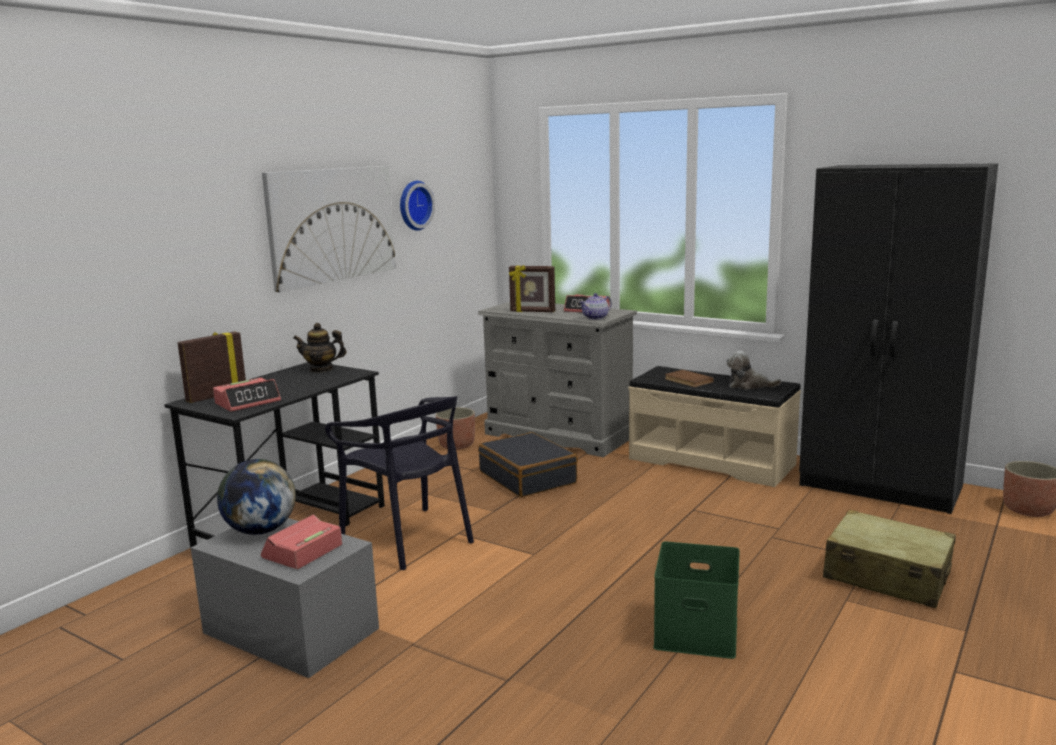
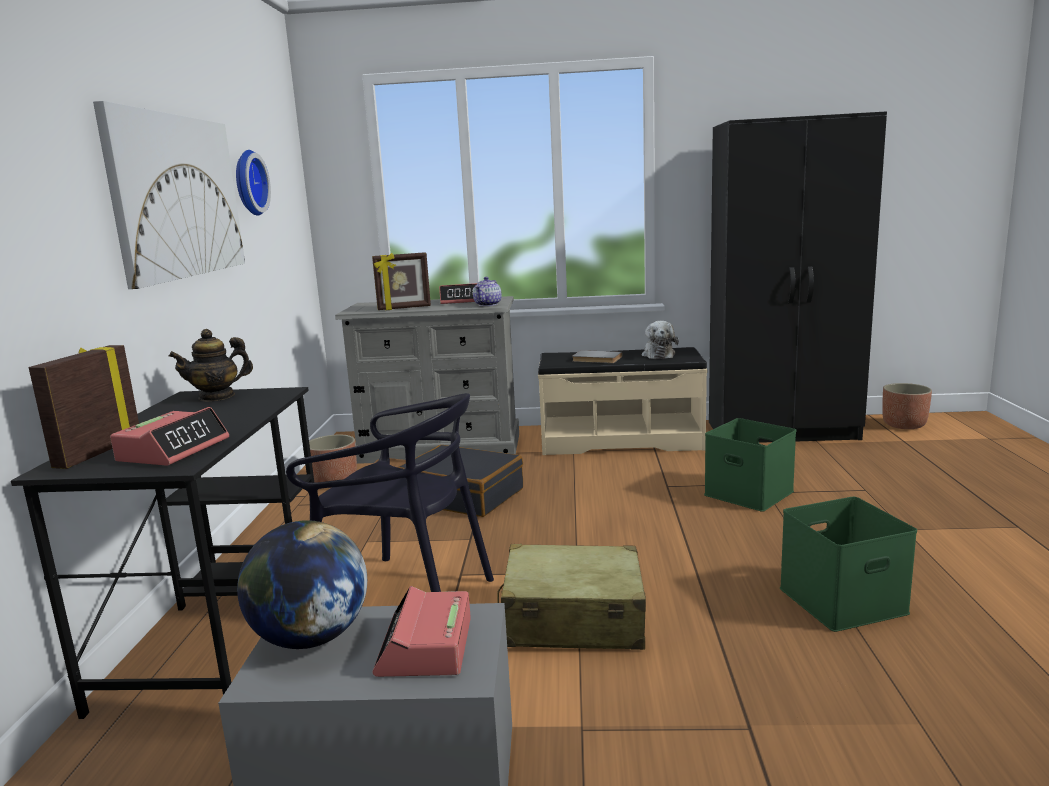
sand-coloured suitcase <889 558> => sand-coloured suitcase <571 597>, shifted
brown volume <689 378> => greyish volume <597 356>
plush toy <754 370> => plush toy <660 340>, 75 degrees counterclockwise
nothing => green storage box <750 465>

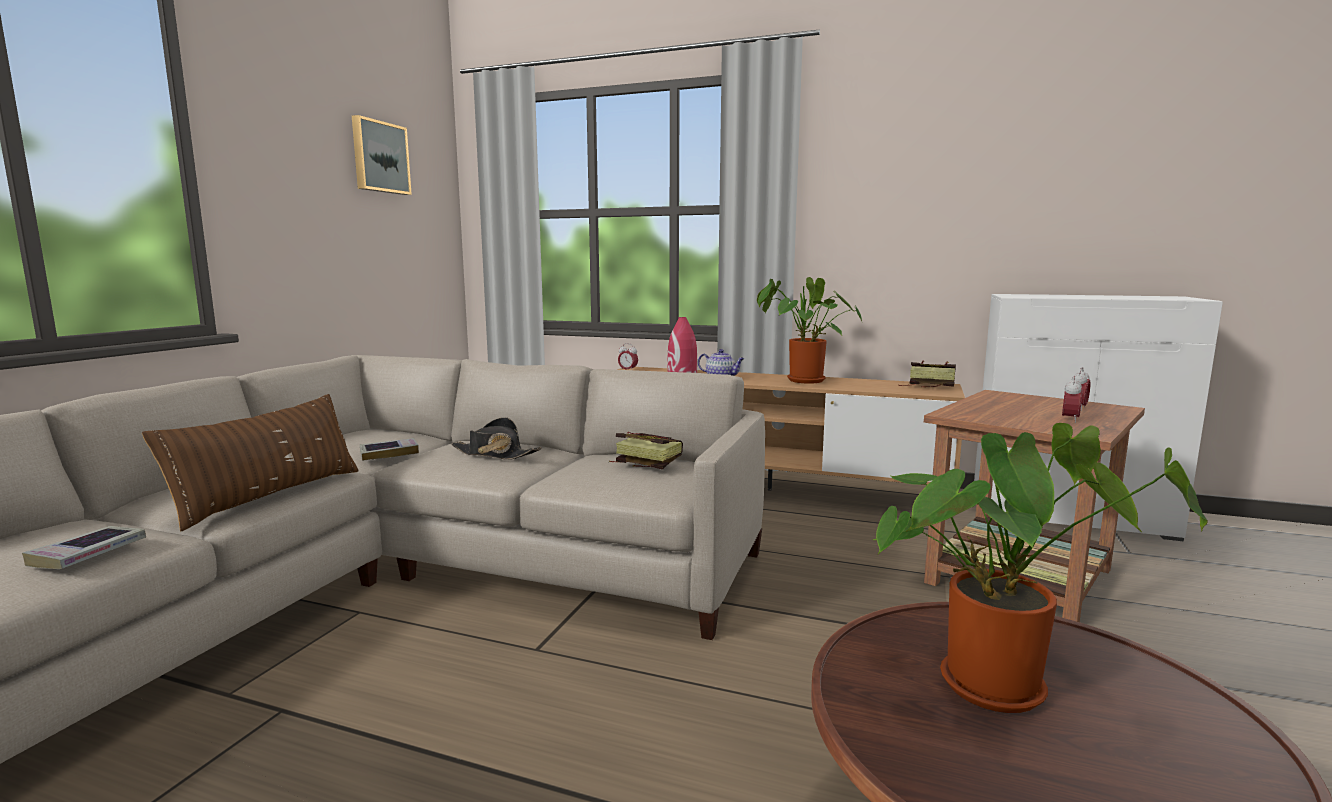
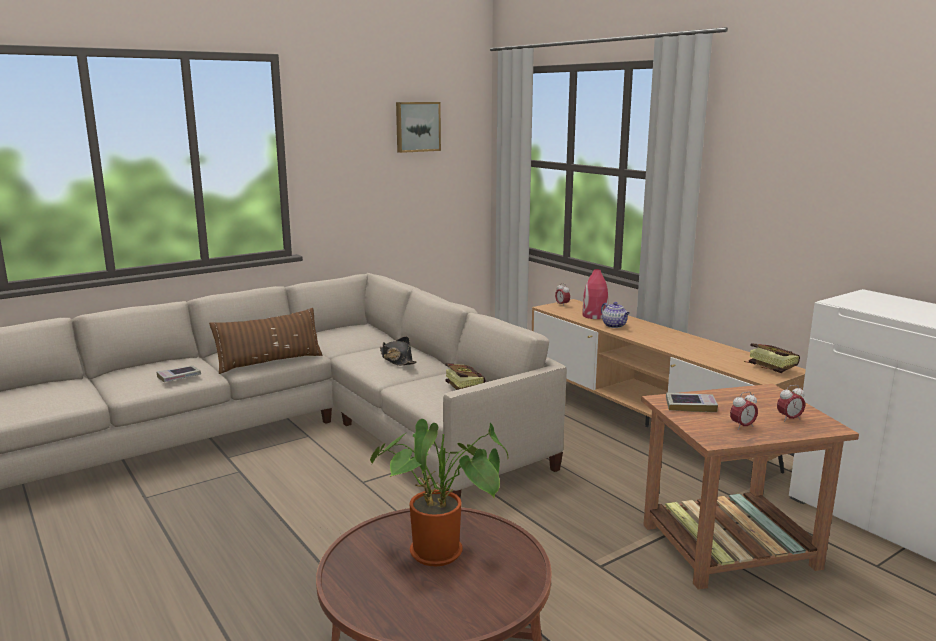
volume <389 449> => volume <692 402>, shifted
plant in a pot <809 330> => nothing

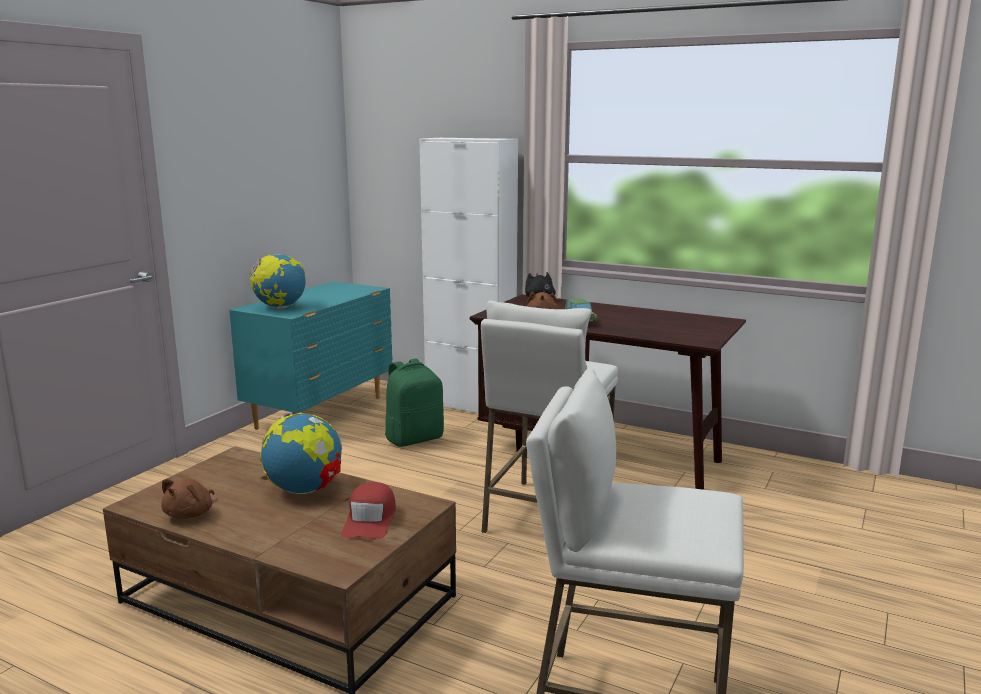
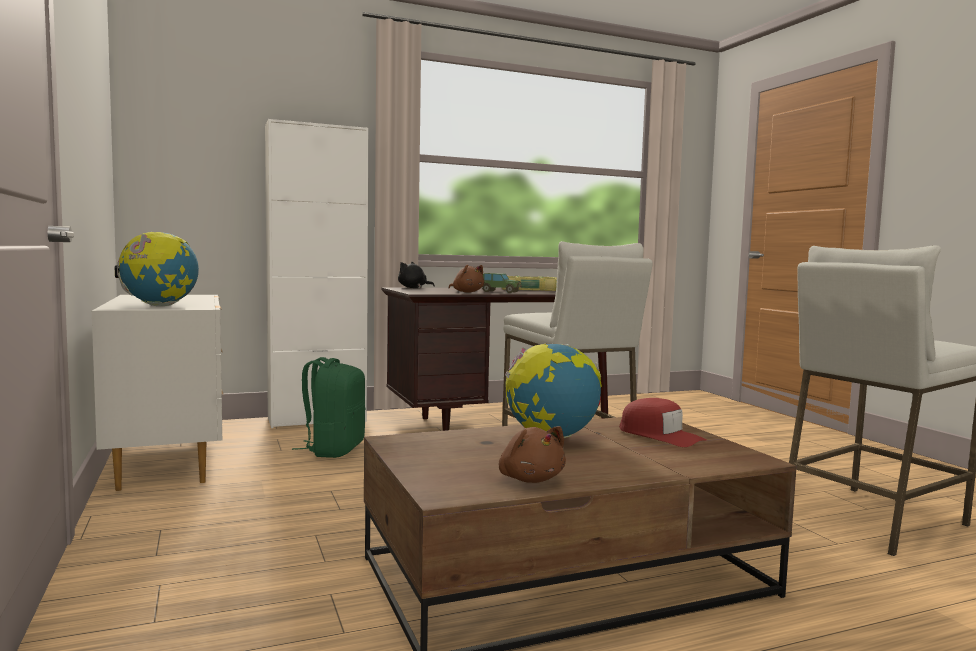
blue-green dresser <310 355> => whitish dresser <157 393>
nothing => volume <529 283>

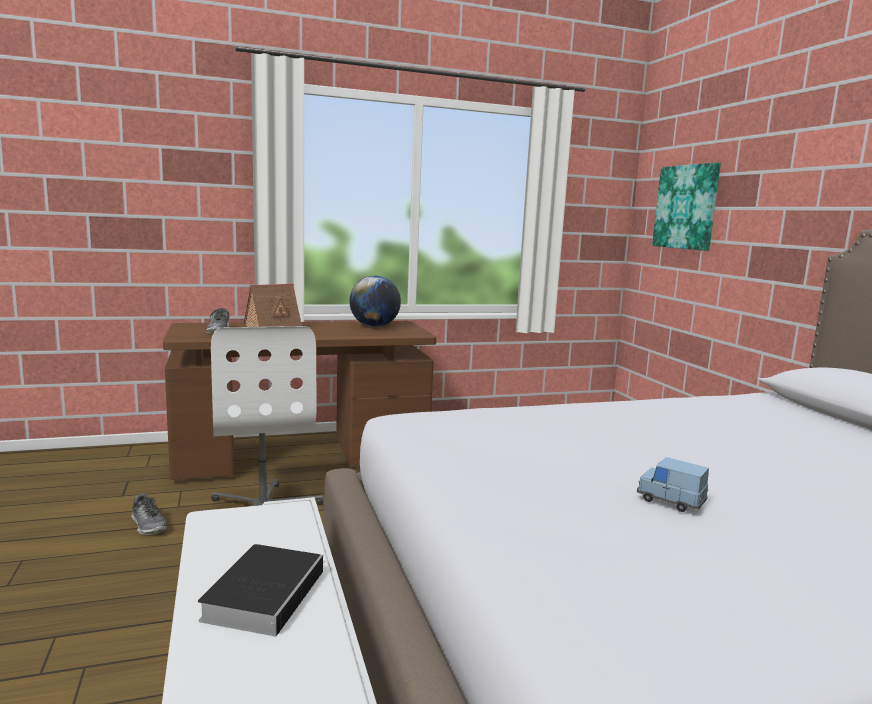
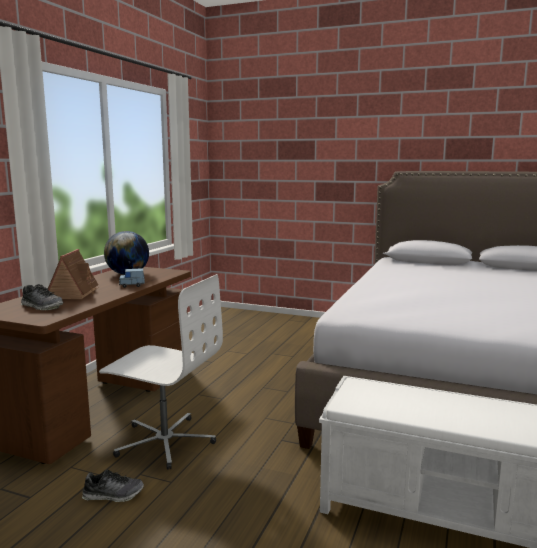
blue model car <673 484> => blue model car <132 278>, shifted
volume <261 590> => nothing
wall picture <686 206> => nothing

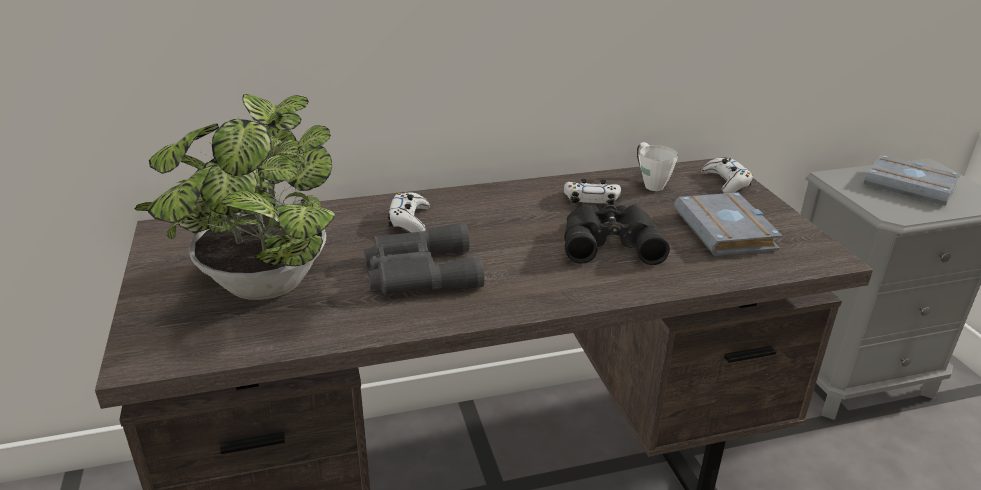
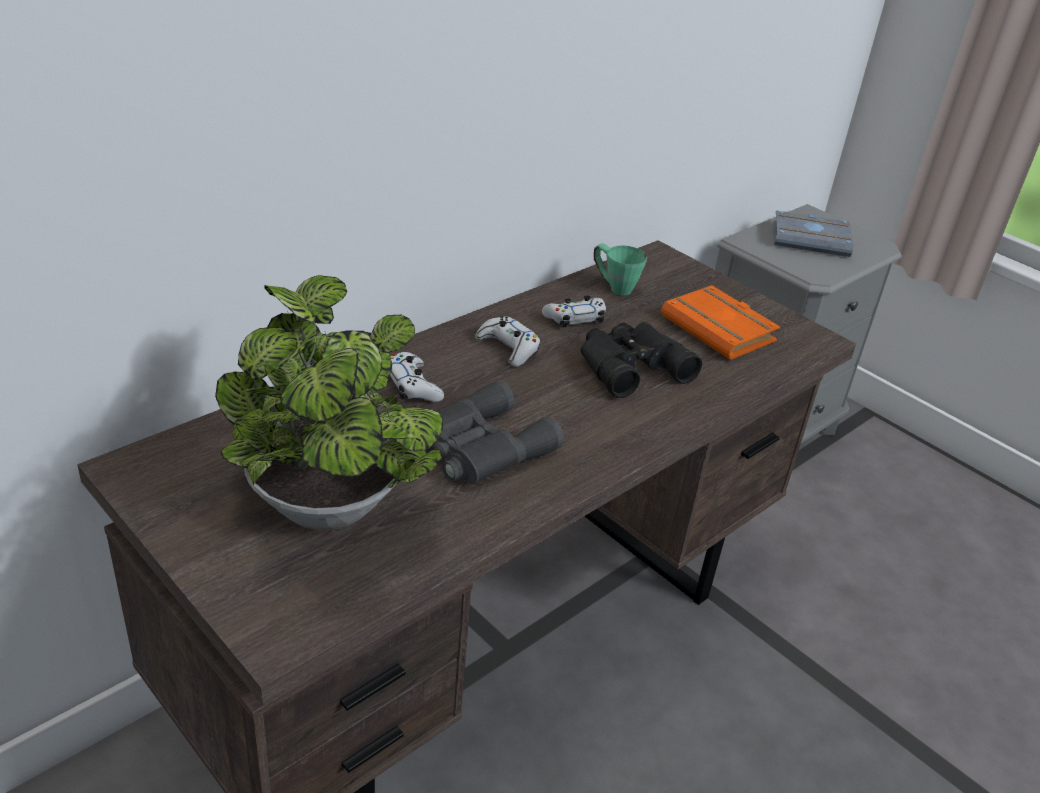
whitish joypad <727 175> => whitish joypad <507 341>, shifted
whitish mug <657 166> => green mug <620 269>
greyish volume <728 224> => orange volume <720 322>

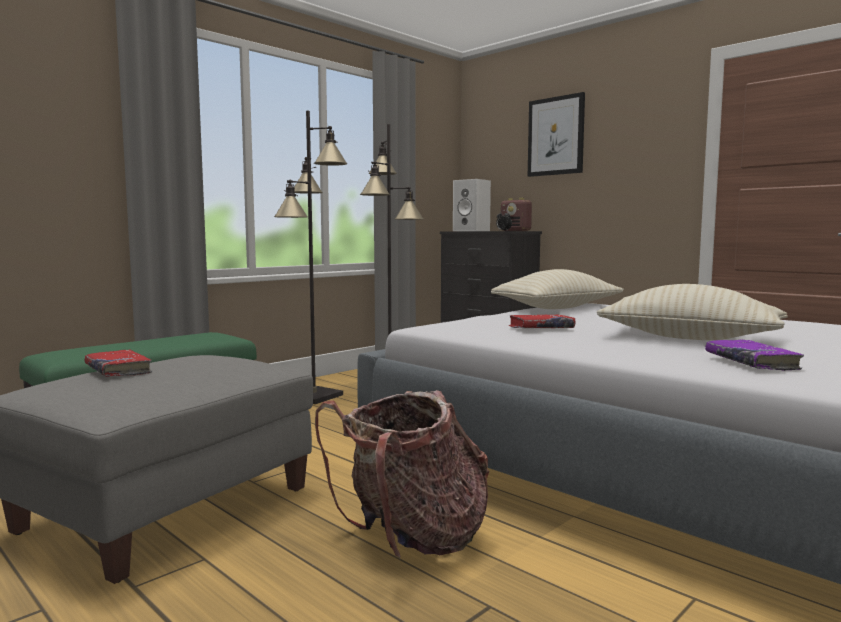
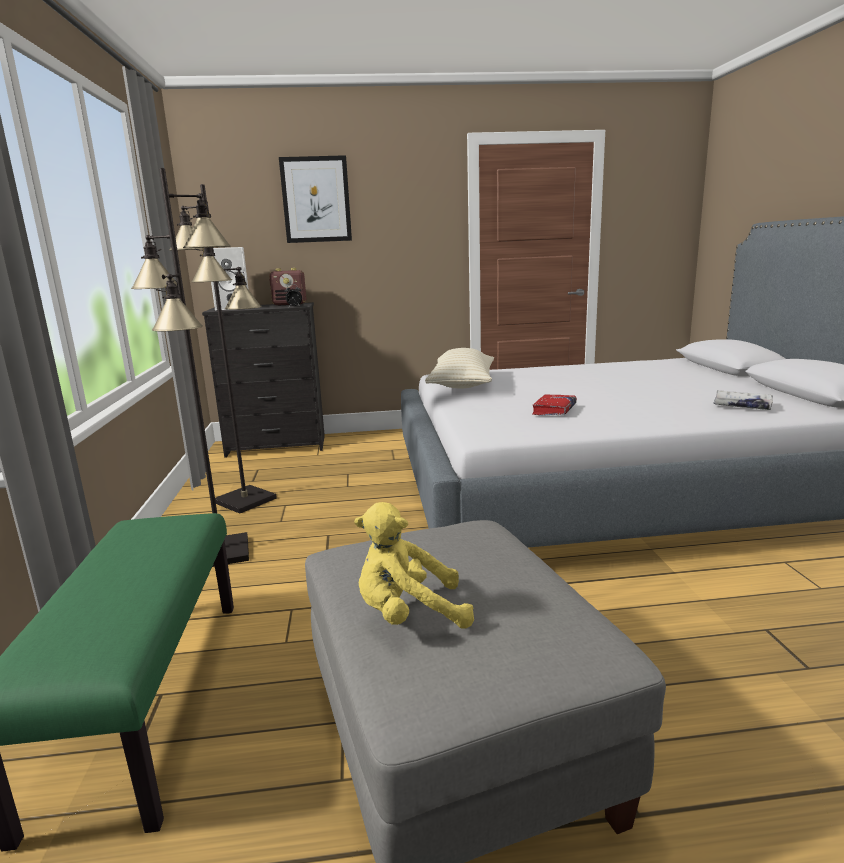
red volume <118 363> => yellow plush toy <414 565>
purplish volume <754 355> => whitish volume <743 400>
backpack <402 474> => nothing
sand-coloured cushion <692 312> => nothing

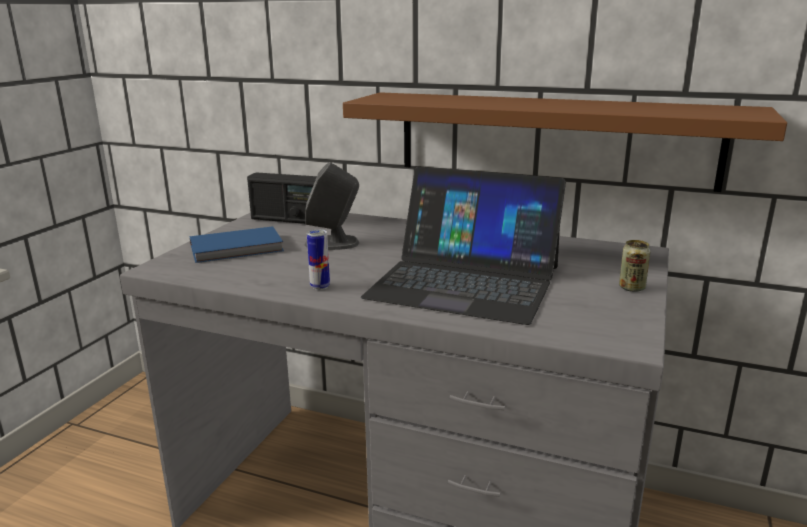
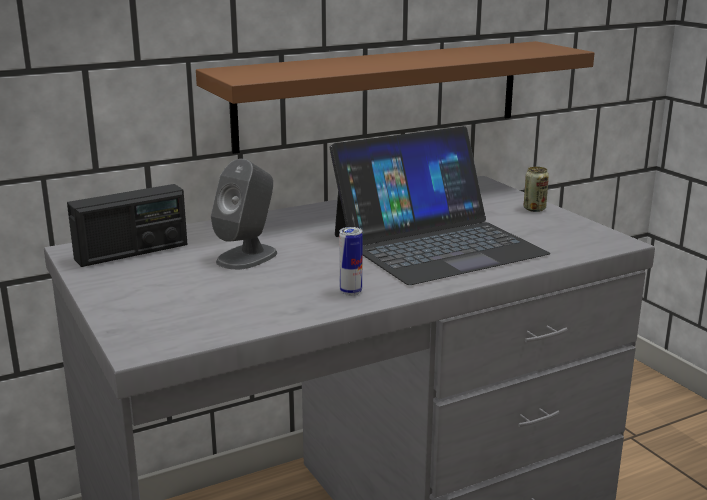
blue volume <237 244> => nothing

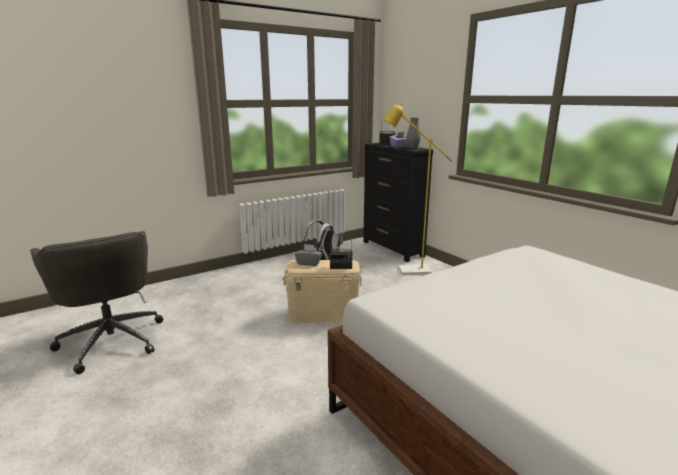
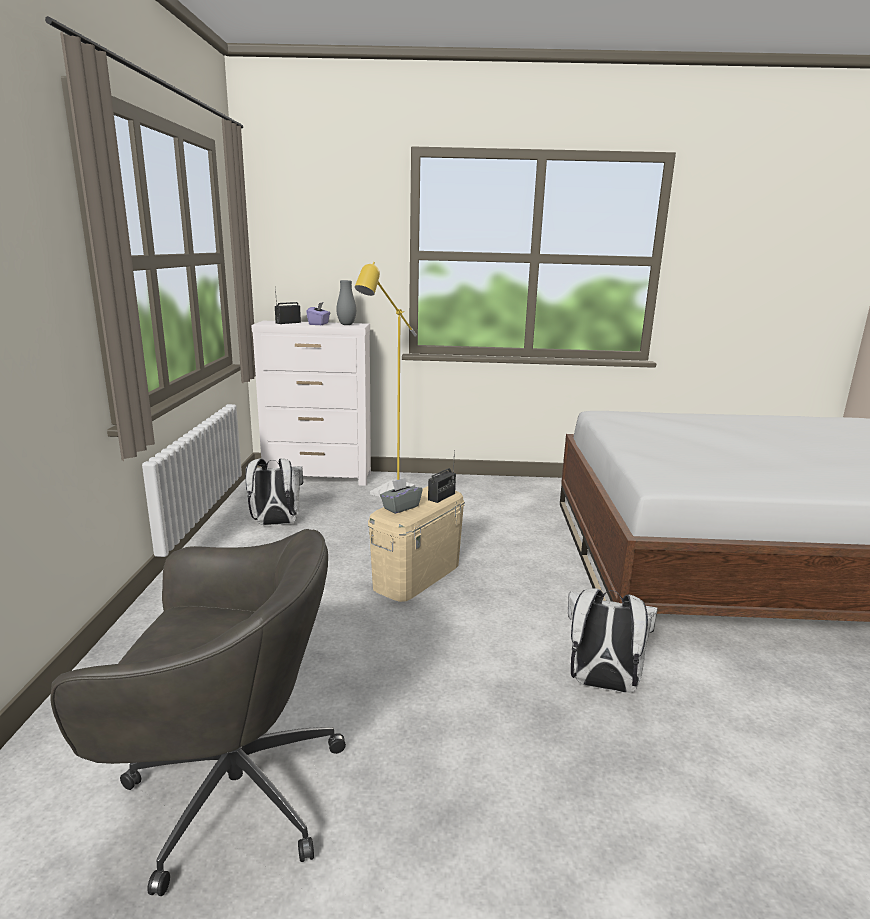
blackish dresser <398 202> => whitish dresser <311 403>
nothing => whitish backpack <613 640>

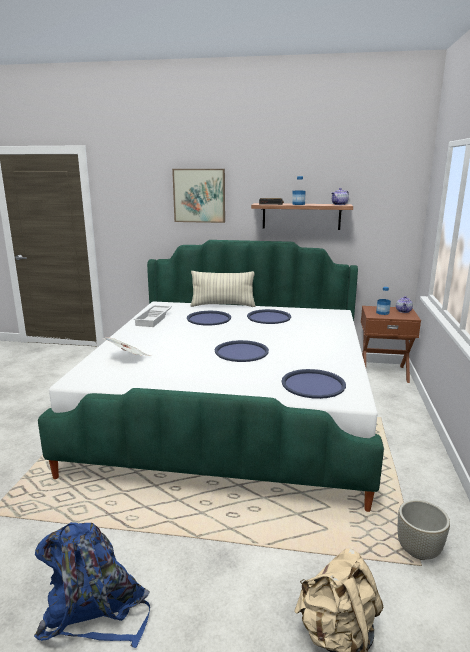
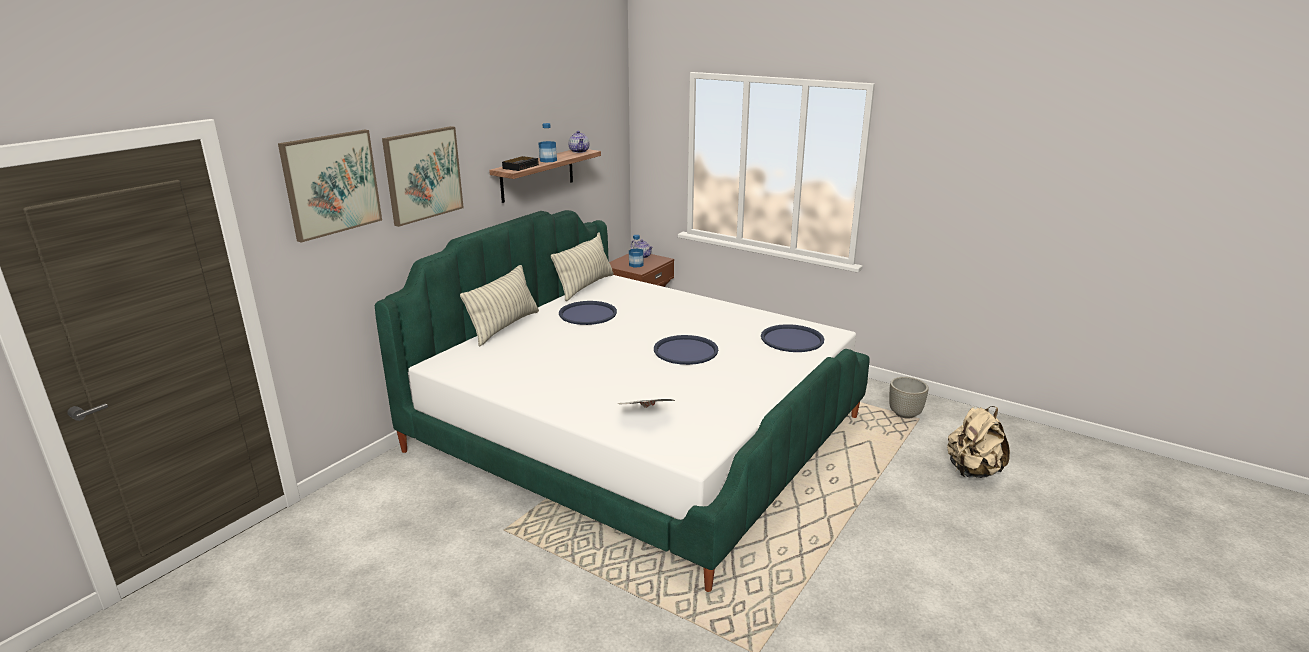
nothing => wall picture <330 186>
nothing => cushion <582 266>
blue backpack <92 585> => nothing
whitish serving tray <152 316> => nothing
blue serving tray <209 318> => nothing

